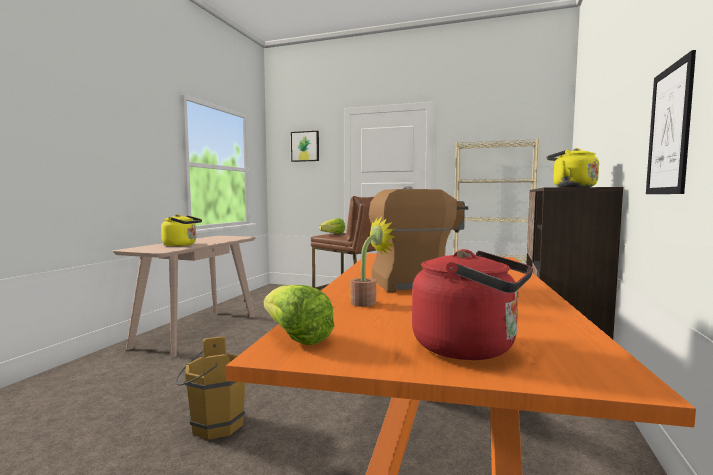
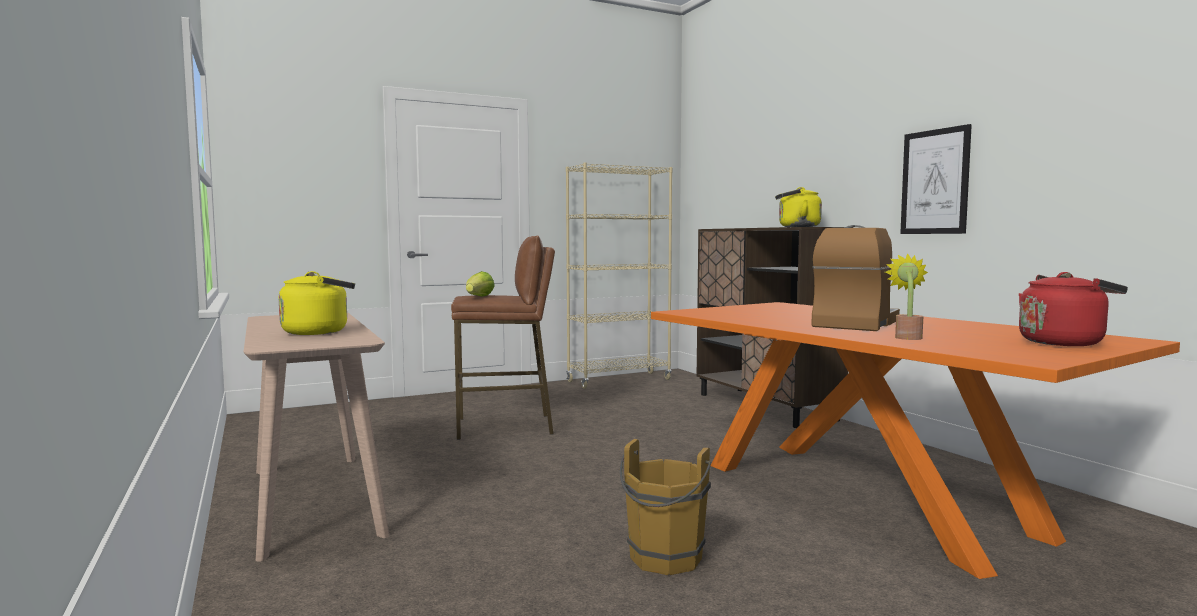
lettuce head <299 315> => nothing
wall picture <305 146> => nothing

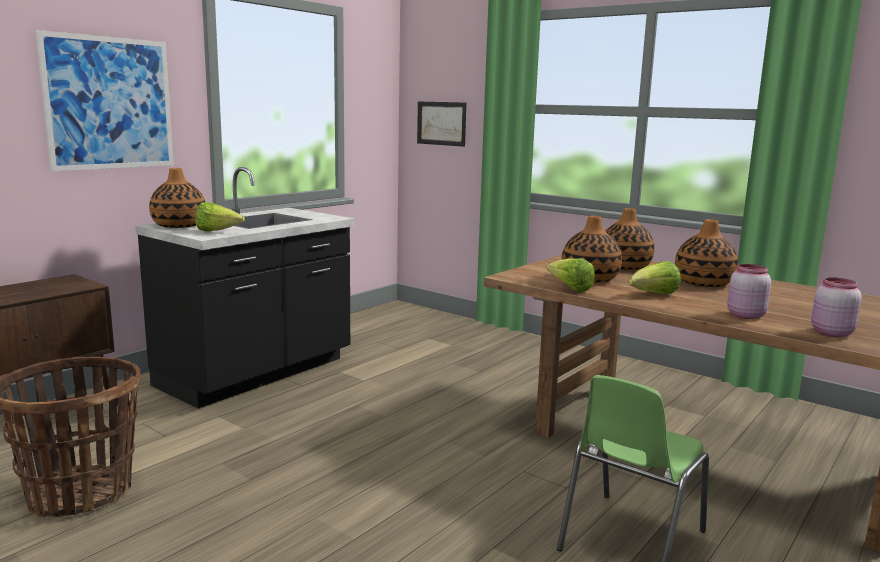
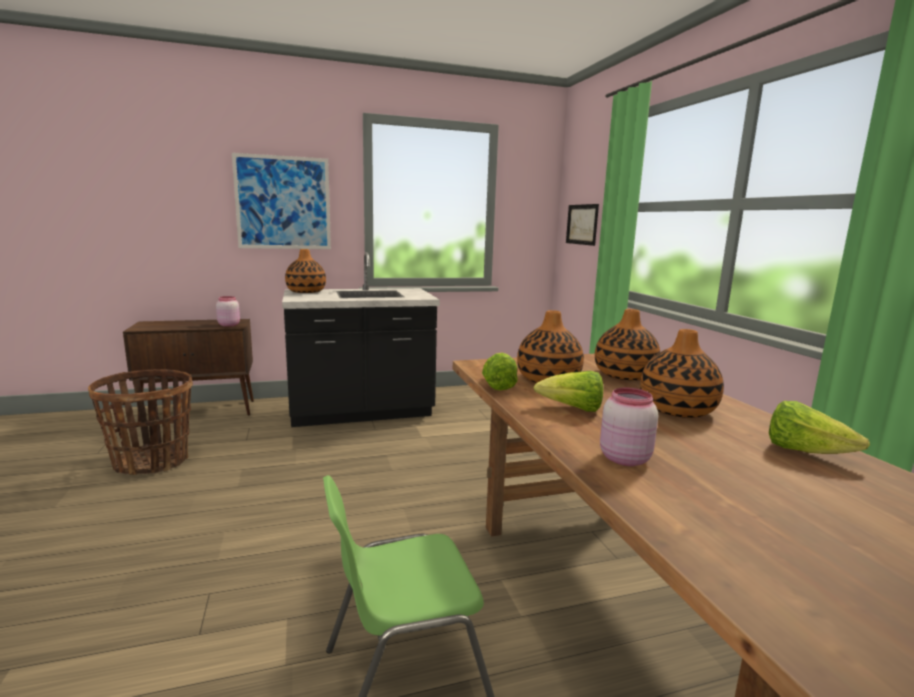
pinkish storage jar <836 307> => pinkish storage jar <228 311>, shifted
lettuce head <220 217> => lettuce head <819 427>, shifted

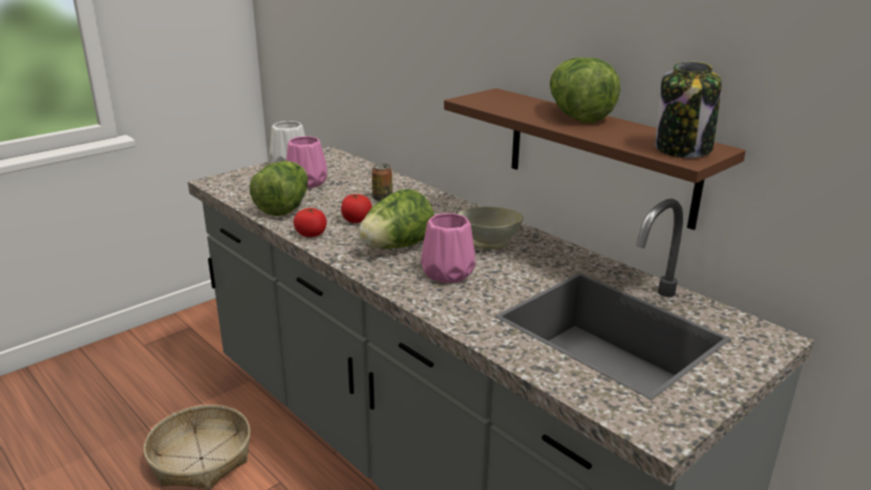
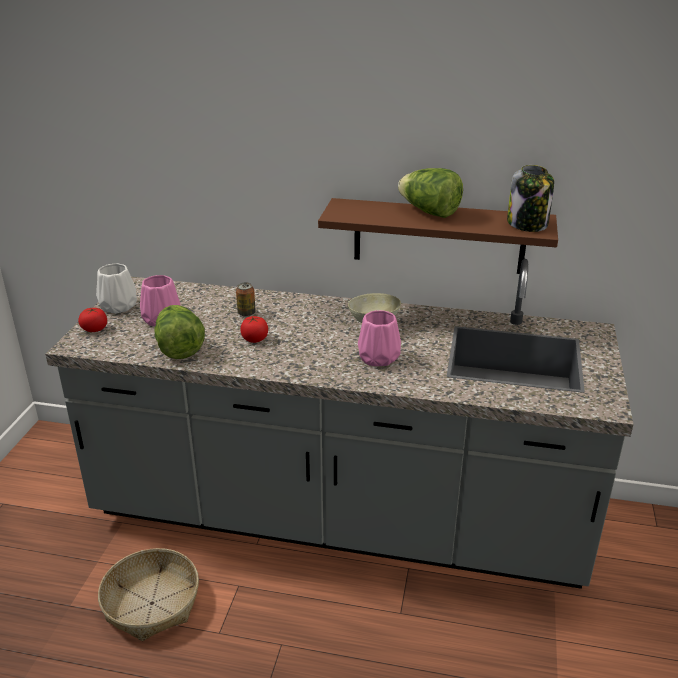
whole tomato <310 222> => whole tomato <92 320>, shifted
lettuce head <396 219> => nothing

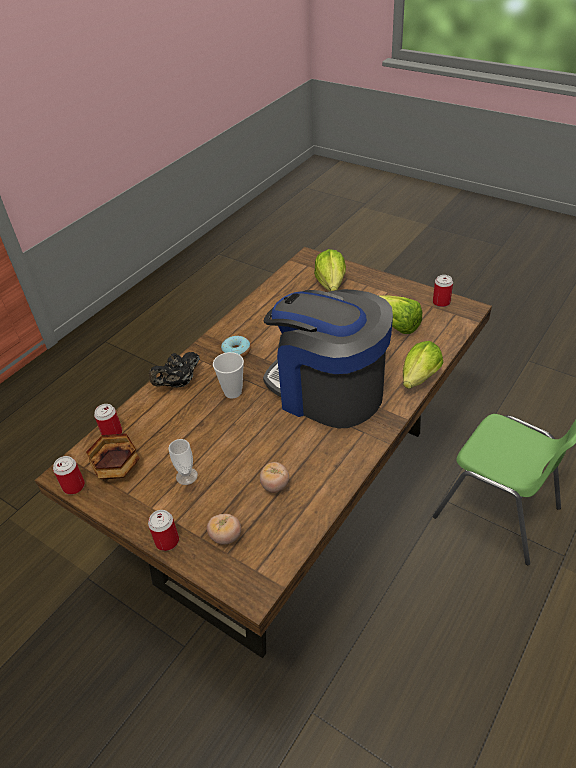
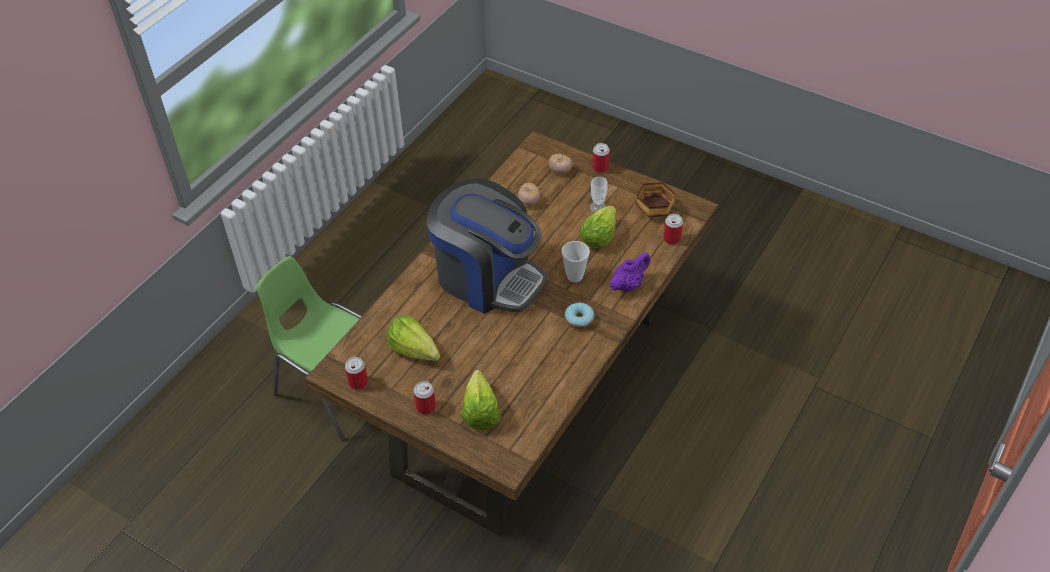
sealed can <69 475> => sealed can <425 398>, shifted
lettuce head <423 365> => lettuce head <598 227>, shifted
blackish tea pot <174 370> => purplish tea pot <629 272>

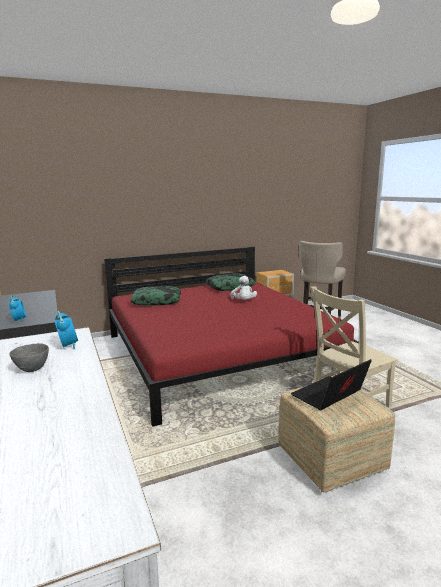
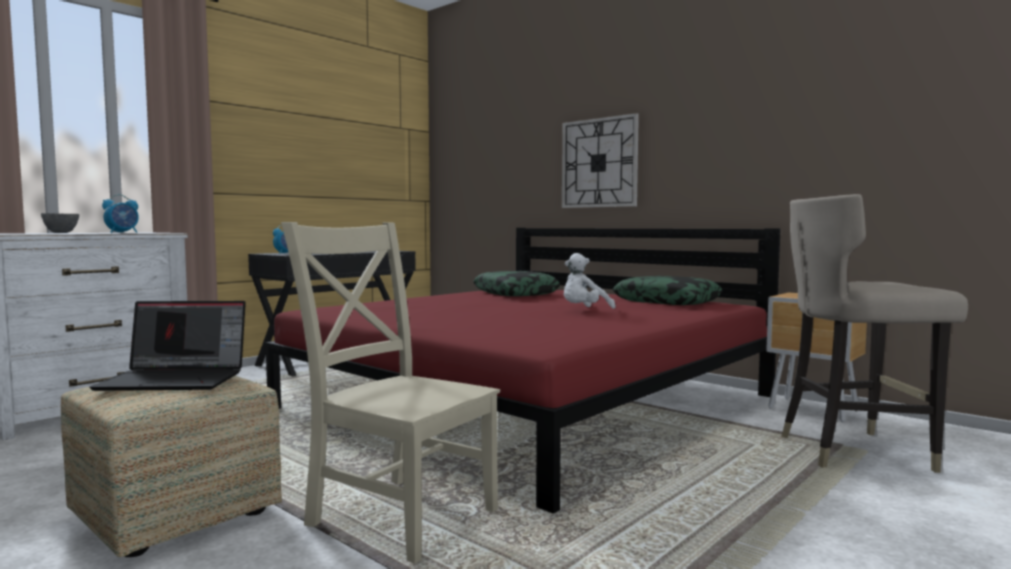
laptop <331 384> => laptop <167 346>, 150 degrees clockwise
nothing => hanging clock <600 160>

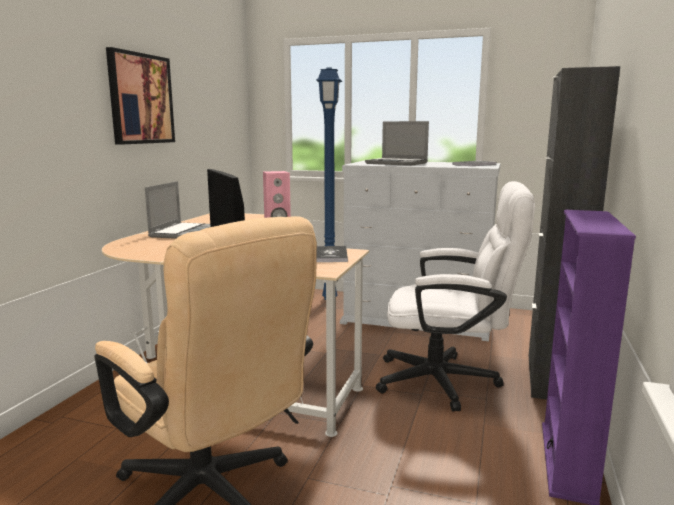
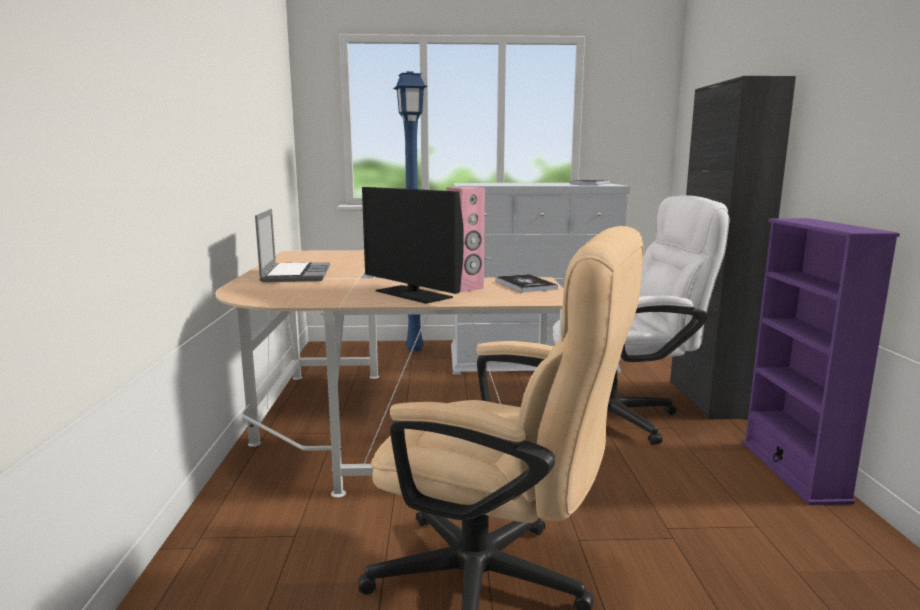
wall picture <140 96> => nothing
laptop <397 143> => nothing

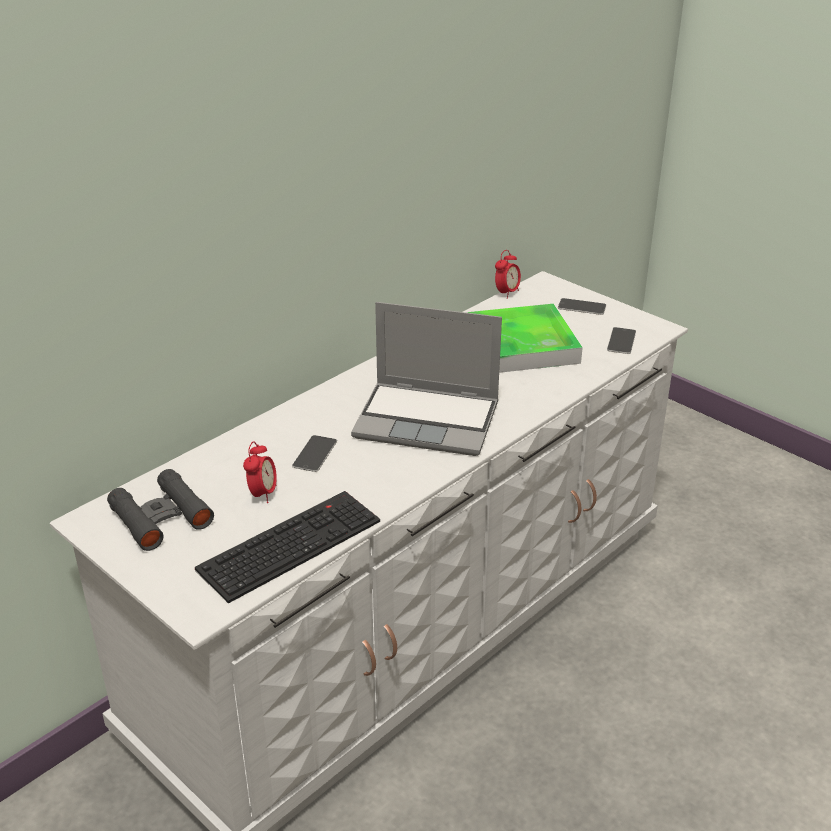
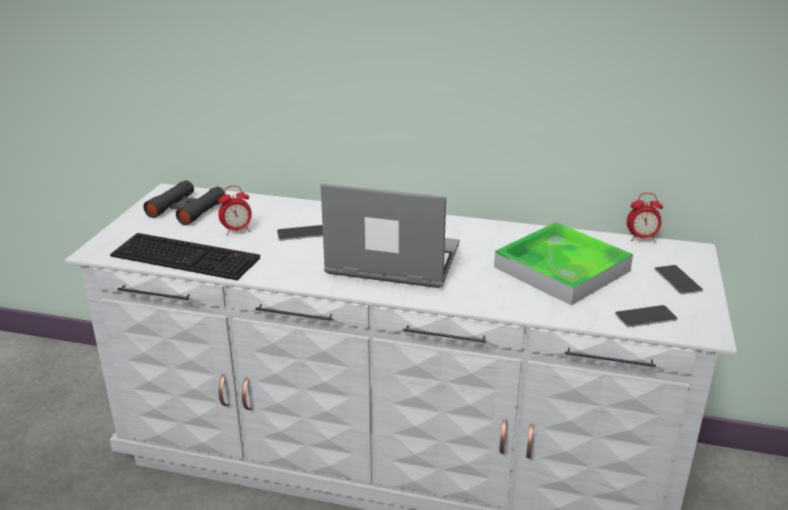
laptop <426 379> => laptop <390 236>, 120 degrees clockwise

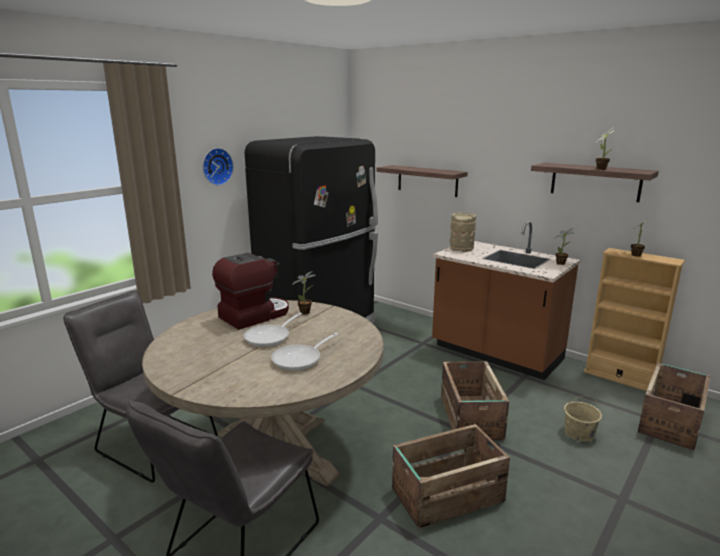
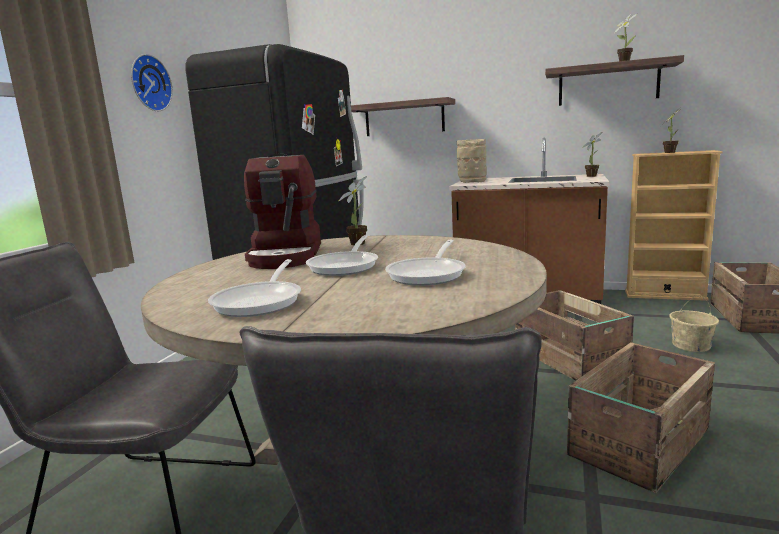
nothing => frying pan <254 288>
coffee brewer <250 291> => coffee brewer <282 211>, 150 degrees clockwise

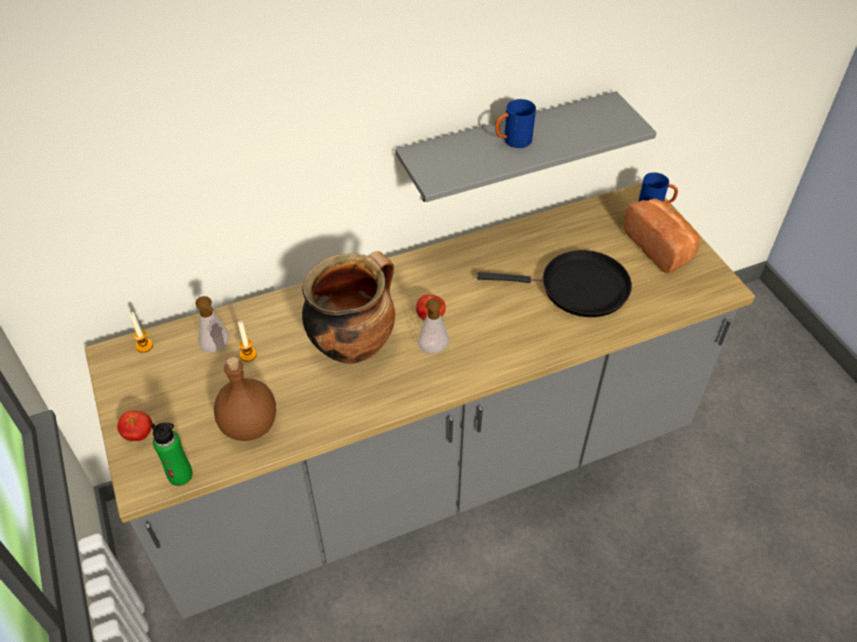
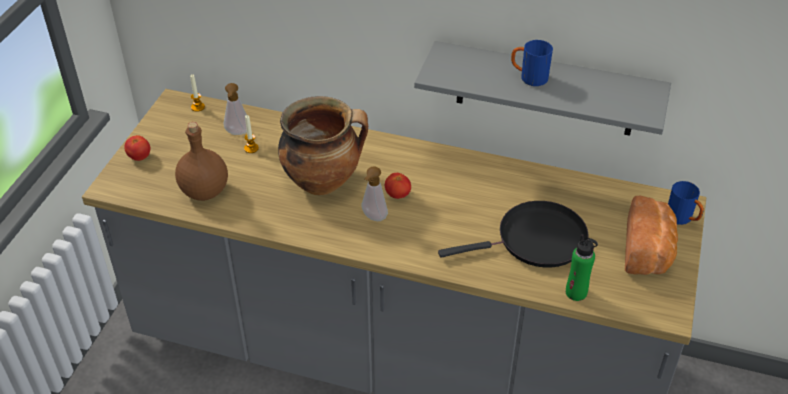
blackish frying pan <554 283> => blackish frying pan <513 234>, 60 degrees counterclockwise
green drink bottle <172 454> => green drink bottle <582 267>, shifted

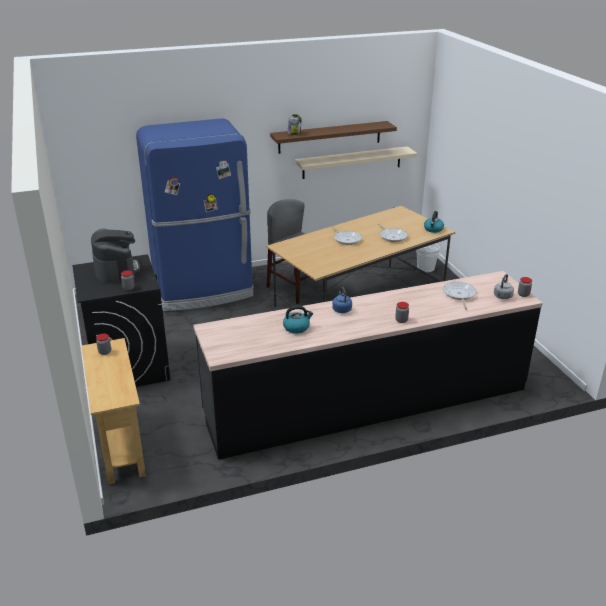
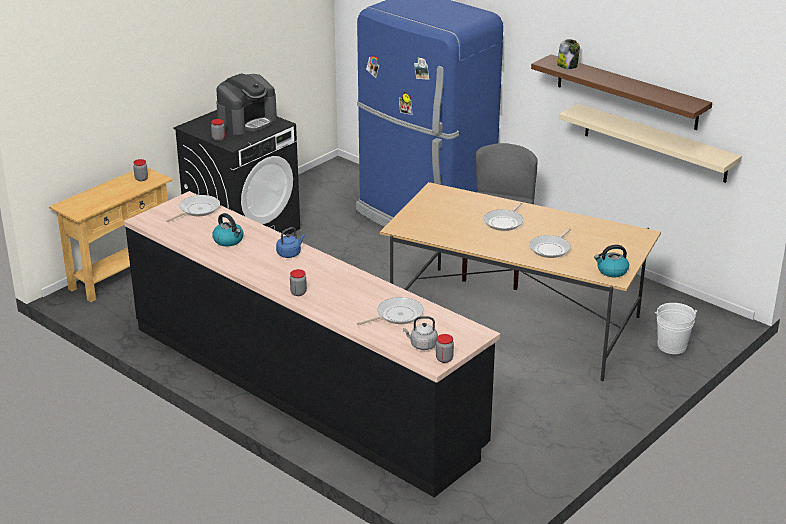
nothing => frying pan <193 208>

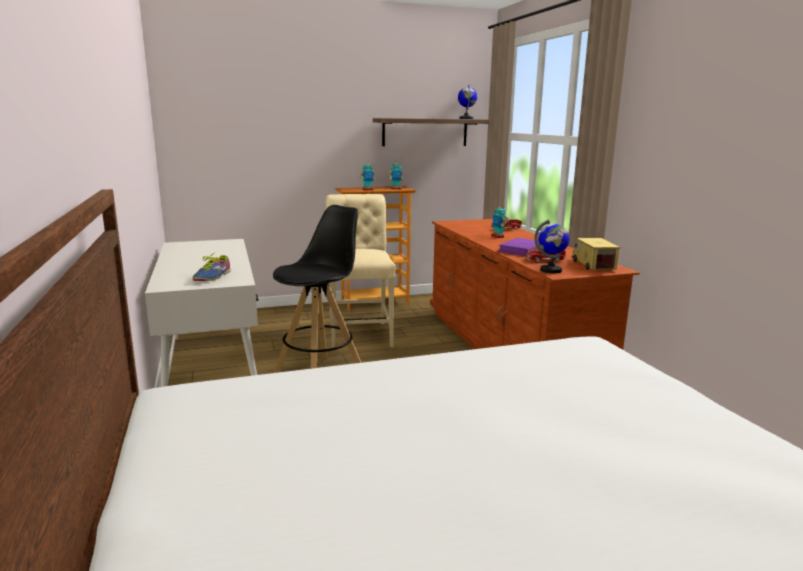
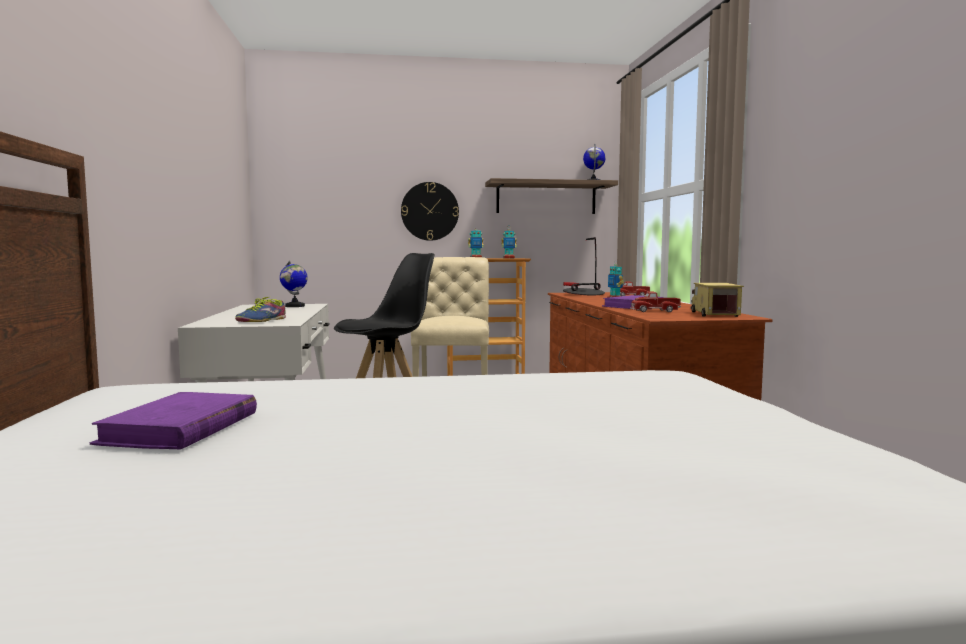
nothing => purplish volume <173 421>
desk globe <552 246> => desk globe <294 284>, shifted
nothing => hanging clock <430 211>
nothing => tabletop lamp <584 266>

